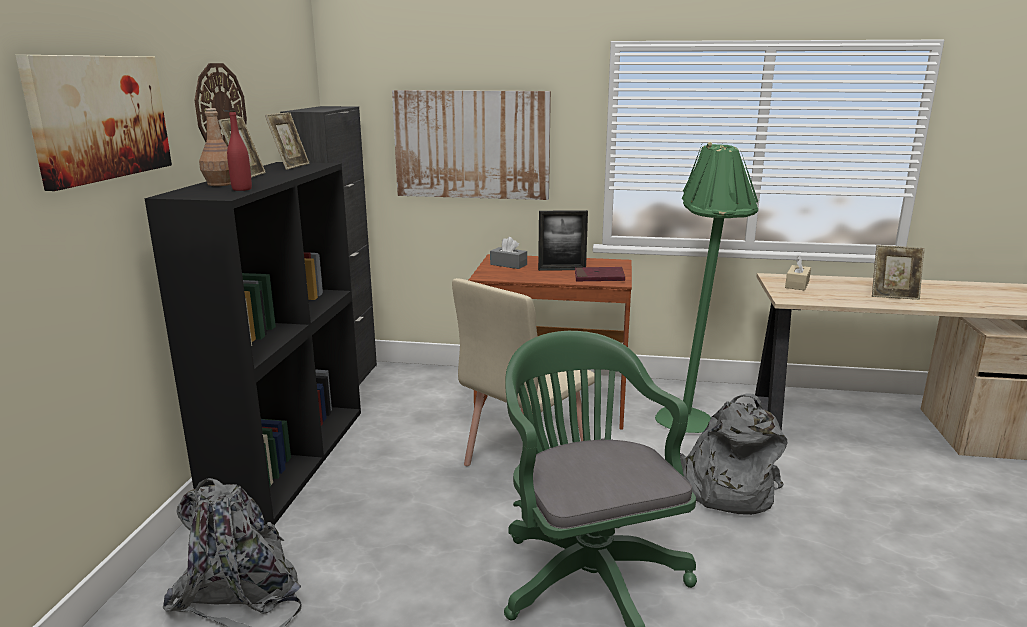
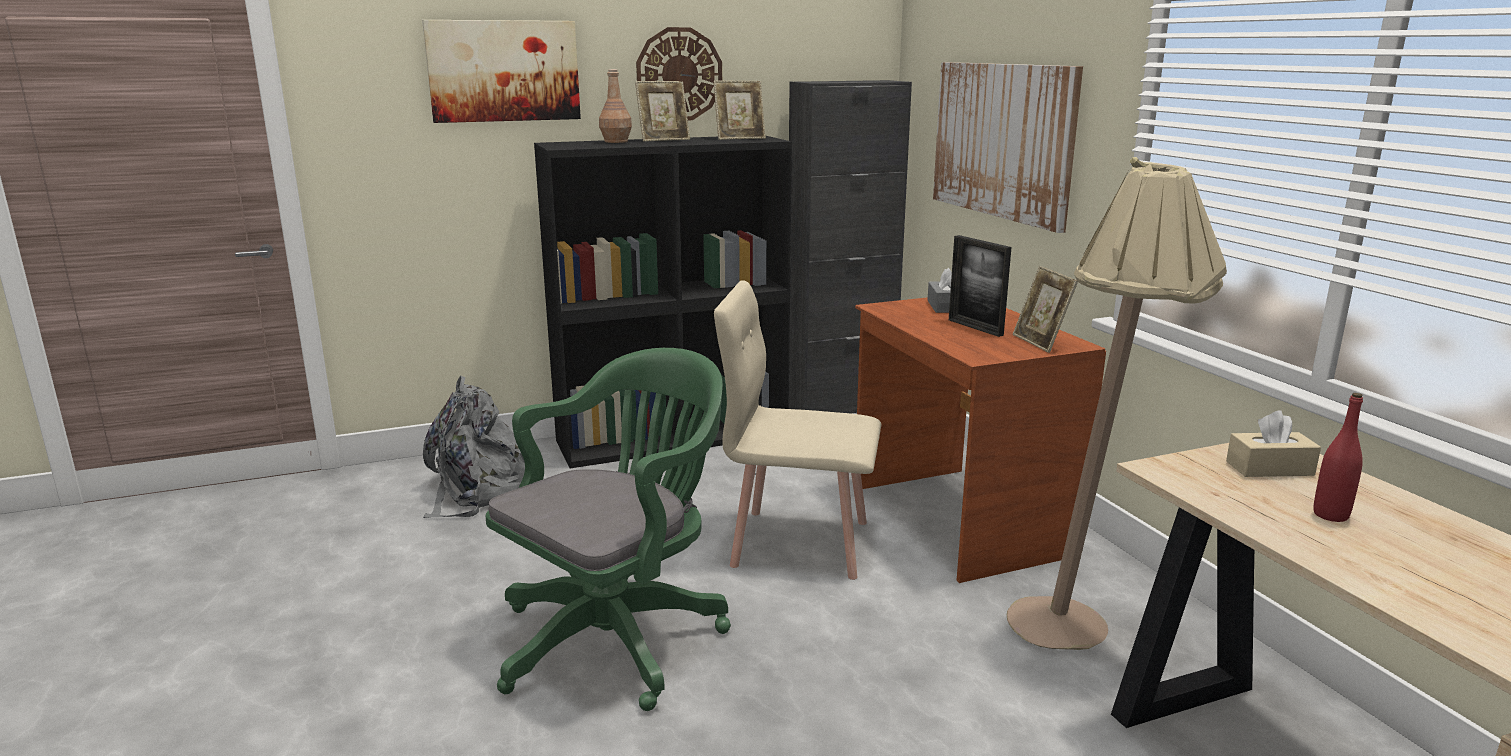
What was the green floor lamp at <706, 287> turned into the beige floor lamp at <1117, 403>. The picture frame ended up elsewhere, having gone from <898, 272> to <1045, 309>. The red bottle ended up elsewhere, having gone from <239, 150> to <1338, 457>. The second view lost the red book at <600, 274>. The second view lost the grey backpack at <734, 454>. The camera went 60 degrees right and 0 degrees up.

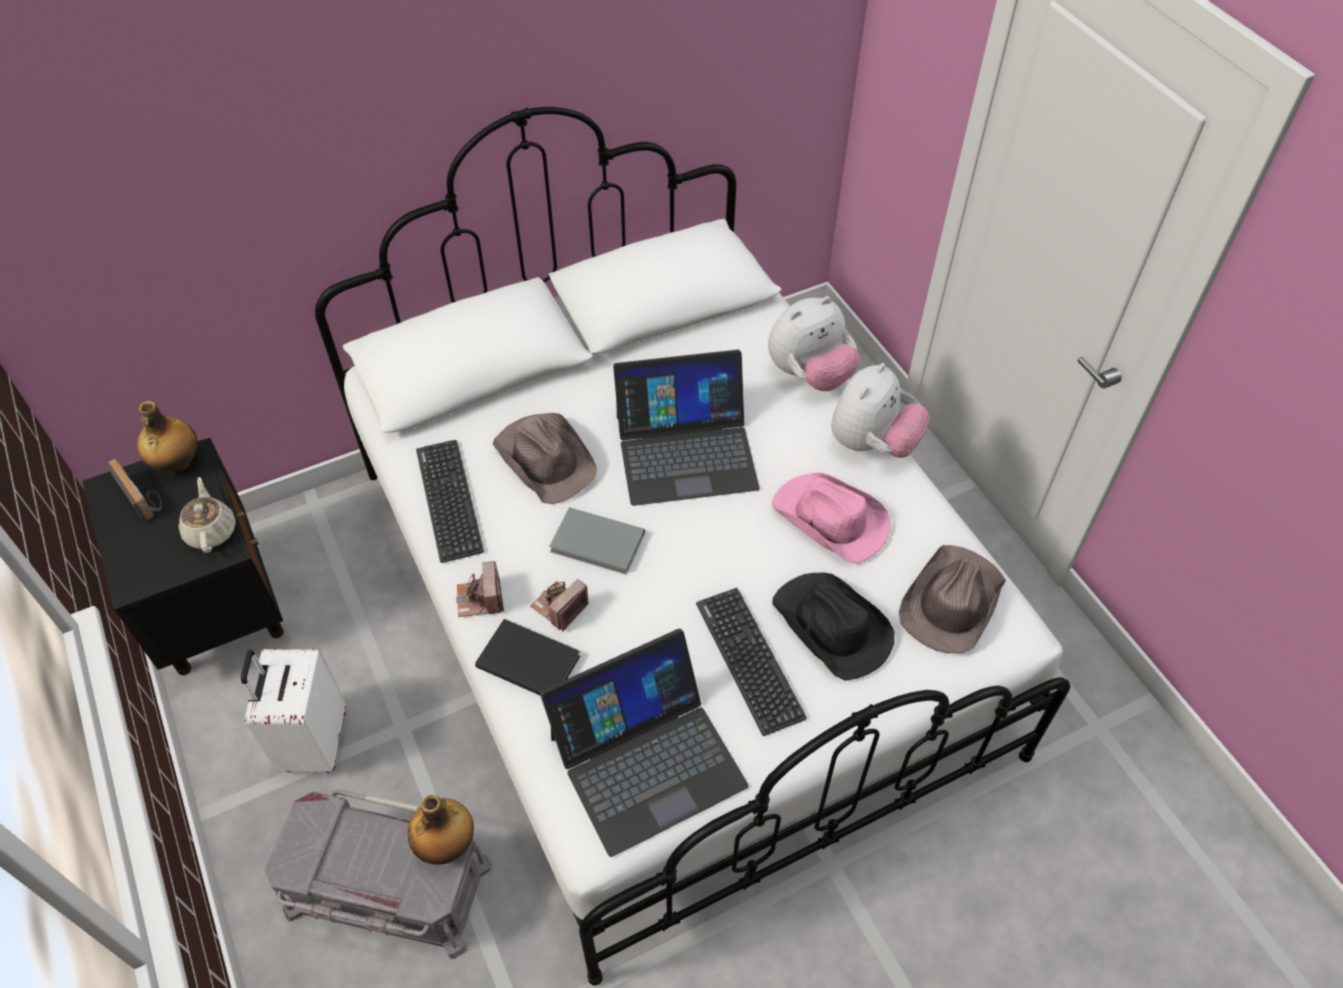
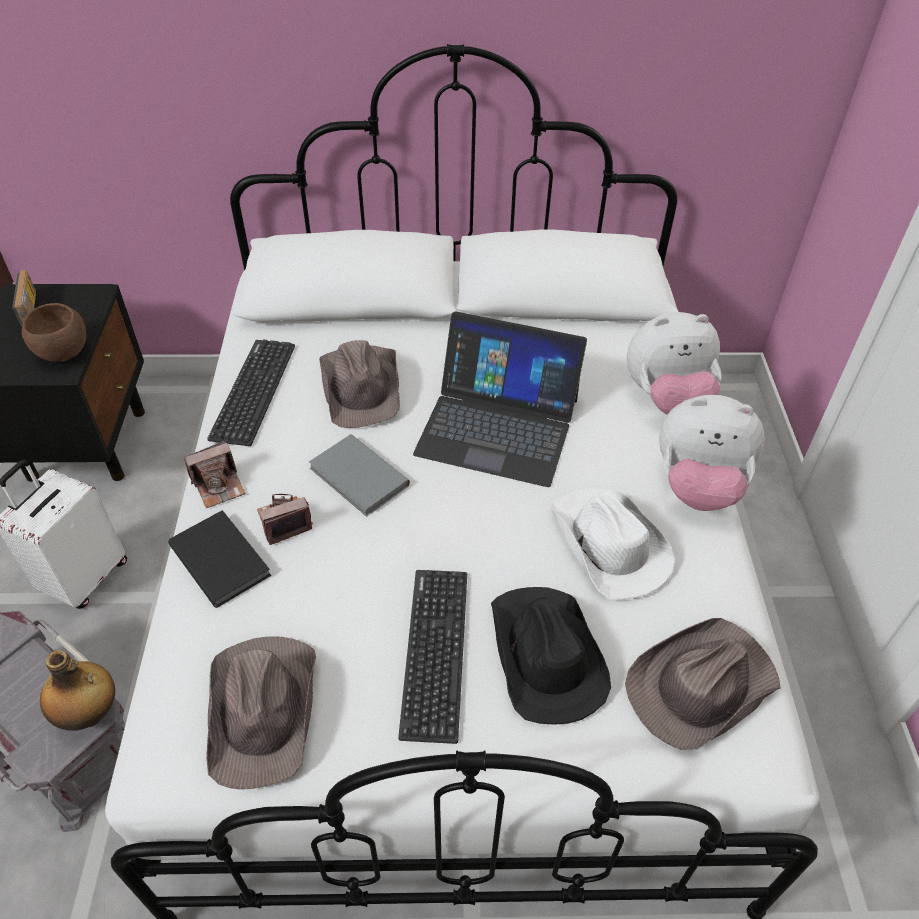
Where the beige teapot stood at <207, 515>, the brown bowl came to stand at <54, 332>. The photo camera at <480, 589> ended up facing another way, 135 degrees counterclockwise from before. Where the laptop stood at <644, 742>, the brown hat came to stand at <261, 713>. What was the pink hat at <831, 518> turned into the white hat at <612, 544>. The plush toy at <880, 410> ended up facing another way, 45 degrees clockwise from before. The second view lost the bottle at <167, 437>. The camera went 25 degrees right and 5 degrees down.

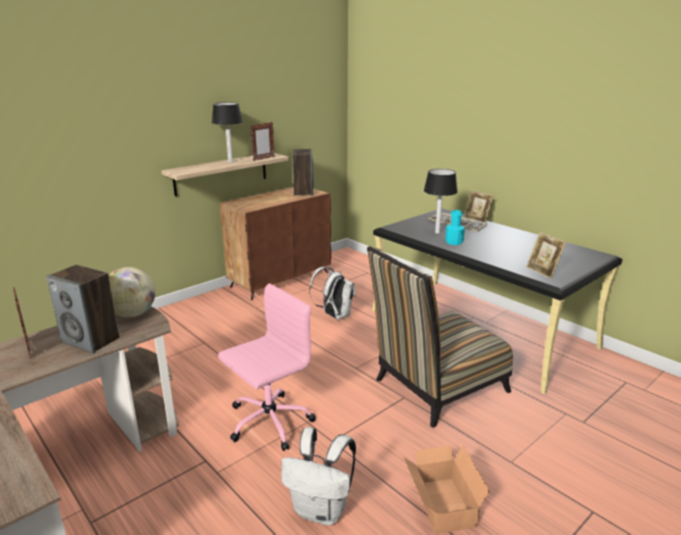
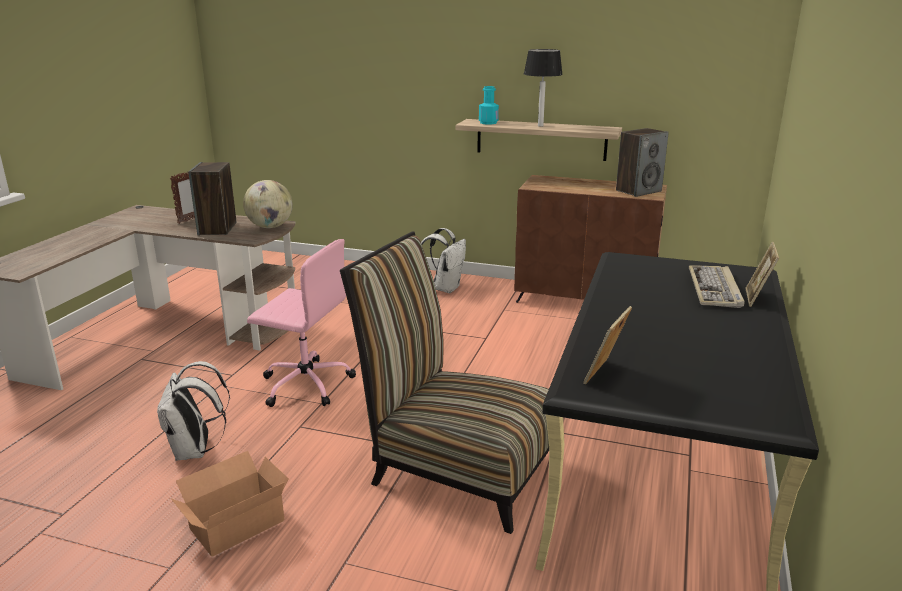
The white backpack ended up elsewhere, having gone from <332, 293> to <443, 260>. The turquoise bottle ended up elsewhere, having gone from <455, 227> to <489, 105>. The second view lost the picture frame at <262, 141>. The second view lost the table lamp at <441, 201>. The camera went 60 degrees right and 0 degrees up.

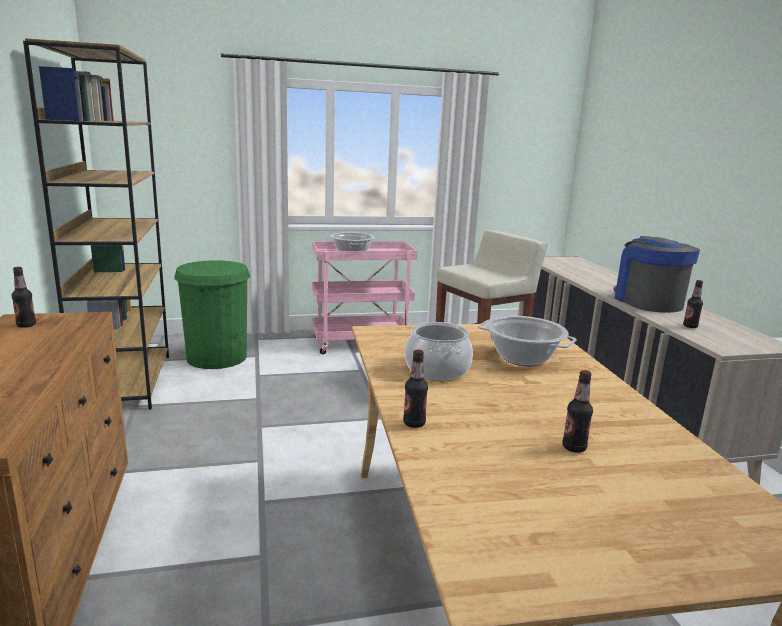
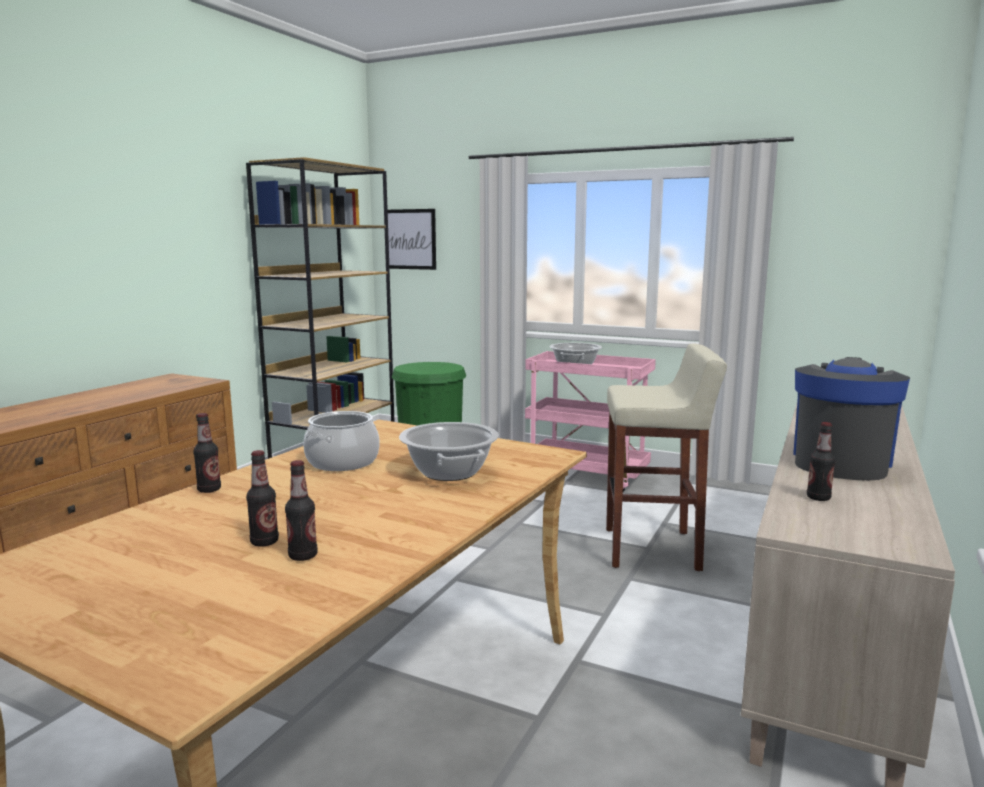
The bottle ended up elsewhere, having gone from <23, 297> to <301, 510>. The second view gained the picture at <412, 239>. The camera went 40 degrees right and 5 degrees down.

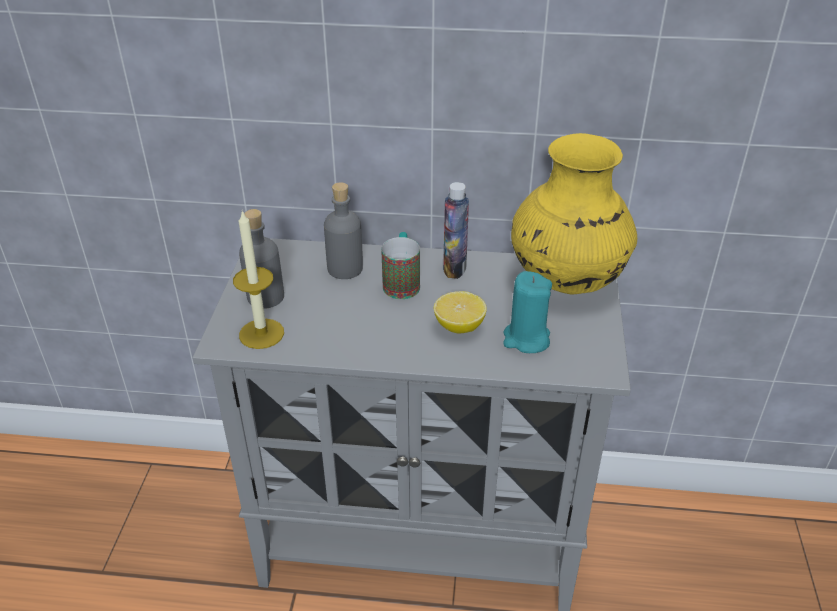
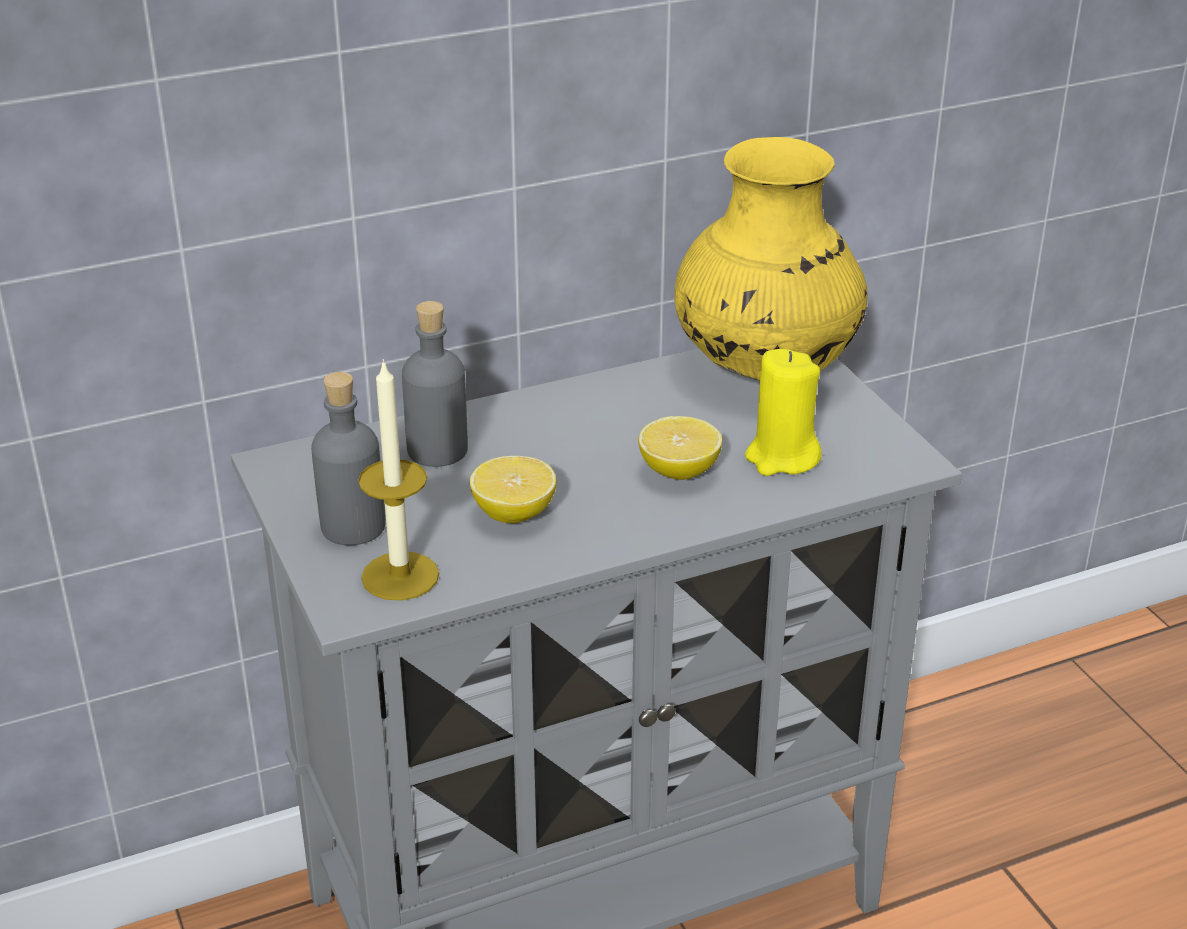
The second view gained the lemon at <513, 489>. What was the turquoise candle at <527, 312> turned into the yellow candle at <783, 412>. The second view lost the mug at <400, 265>. The second view lost the bottle at <456, 230>. The camera went 30 degrees left and 5 degrees down.

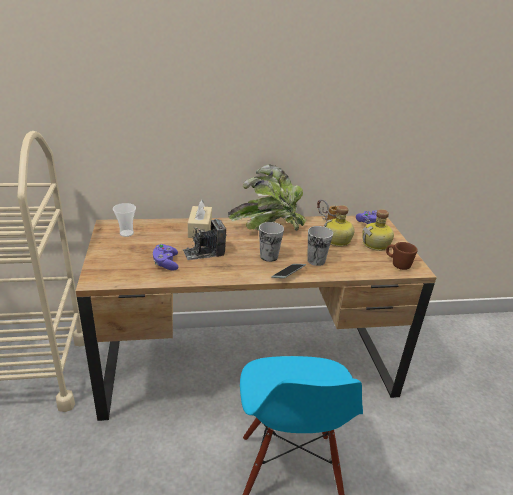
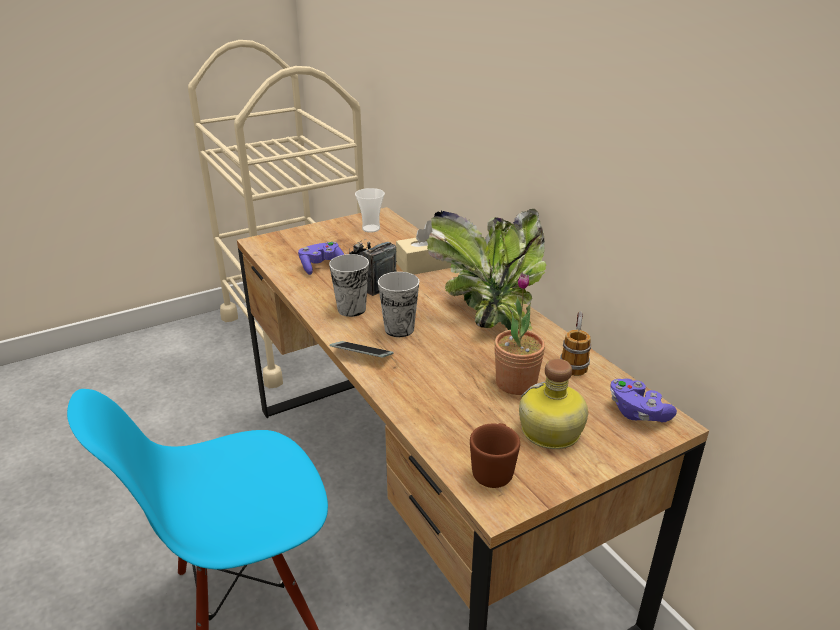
The cup ended up elsewhere, having gone from <320, 246> to <349, 285>. Where the bottle stood at <339, 225>, the potted plant came to stand at <519, 334>. The camera went 70 degrees right and 0 degrees up.

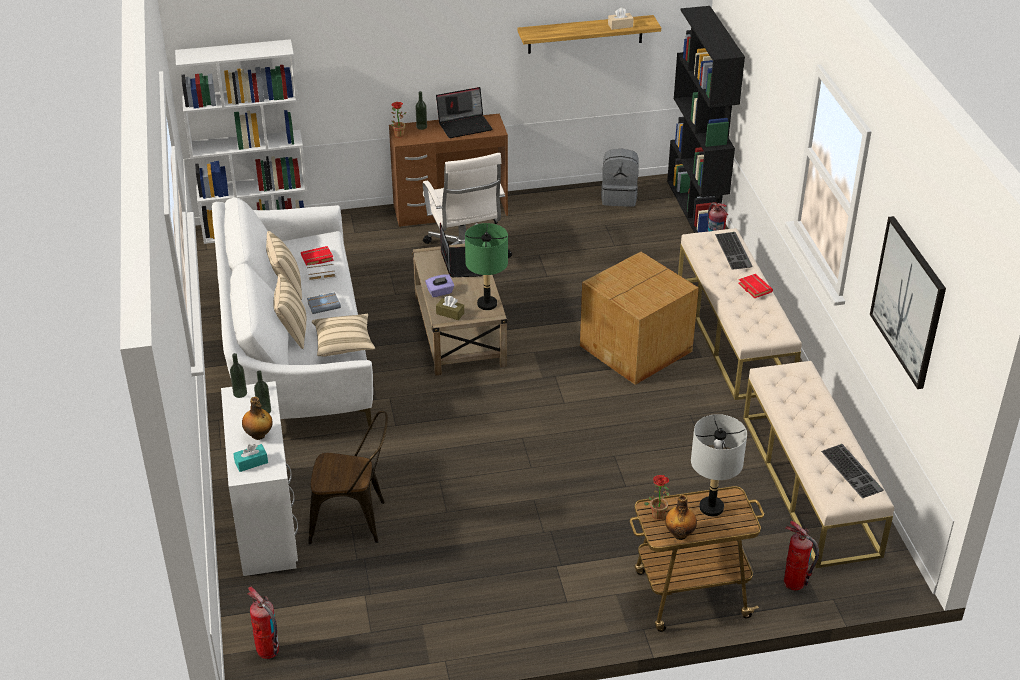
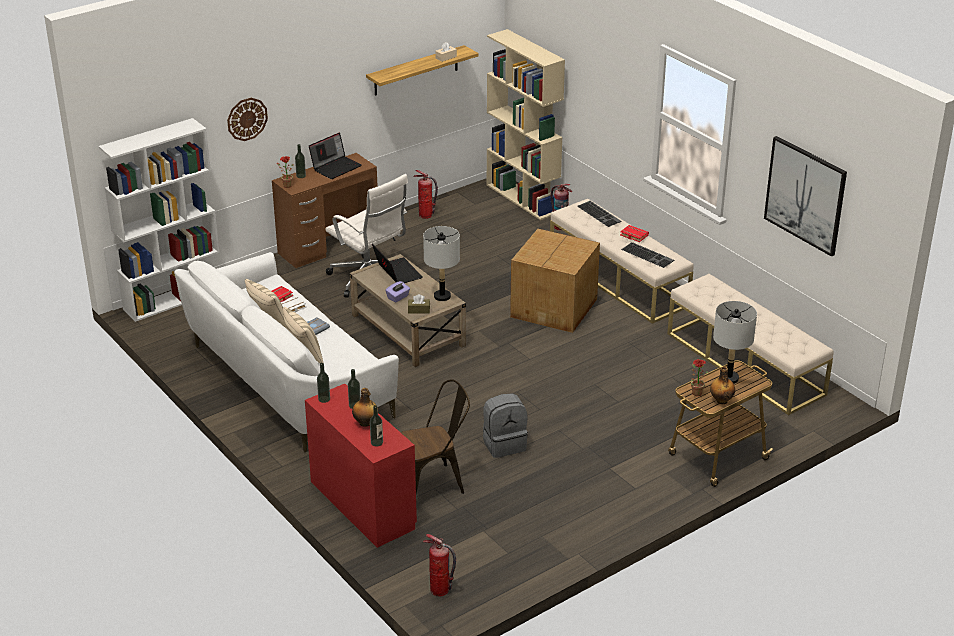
The second view gained the wall clock at <247, 119>. What was the white desk at <259, 478> turned into the red desk at <361, 466>. Where the turquoise tissue box stood at <250, 458>, the bottle came to stand at <376, 425>. The fire extinguisher ended up elsewhere, having gone from <801, 555> to <425, 194>. What was the green table lamp at <486, 266> turned into the grey table lamp at <441, 263>. The grey backpack ended up elsewhere, having gone from <620, 177> to <505, 425>. What was the black bookcase at <706, 119> turned into the beige bookcase at <526, 124>. The keyboard ended up elsewhere, having gone from <852, 471> to <647, 255>. The second view lost the beige pillow at <343, 335>. The camera went 25 degrees left and 5 degrees down.

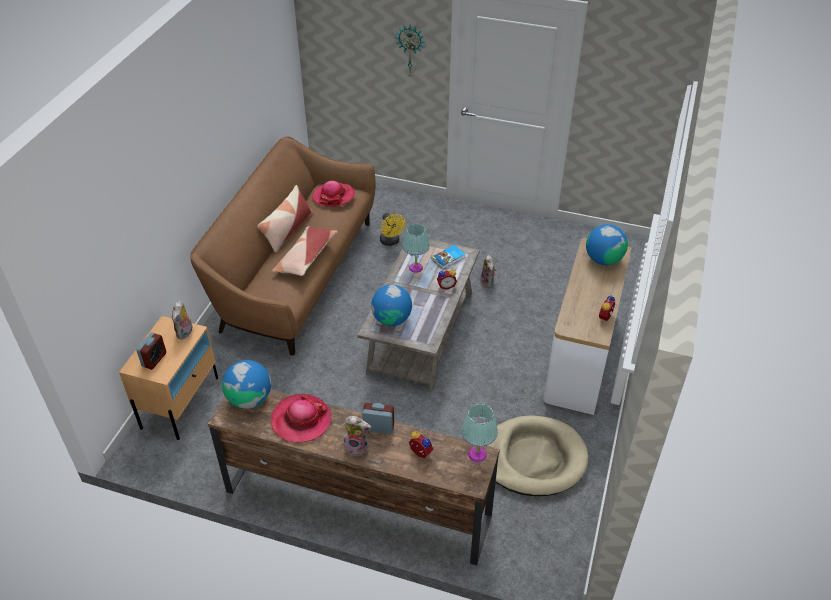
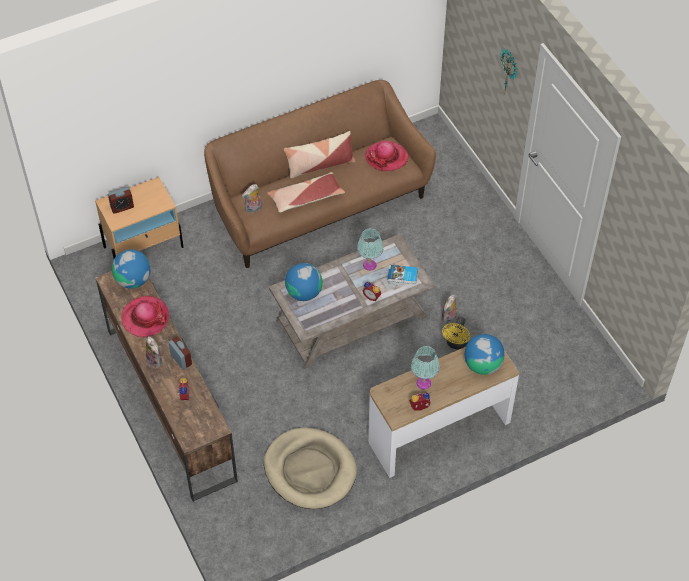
The plush toy ended up elsewhere, having gone from <182, 320> to <252, 198>. The turquoise table lamp ended up elsewhere, having gone from <479, 433> to <425, 368>. The yellow fan ended up elsewhere, having gone from <392, 229> to <456, 333>. The camera went 45 degrees right and 10 degrees up.

